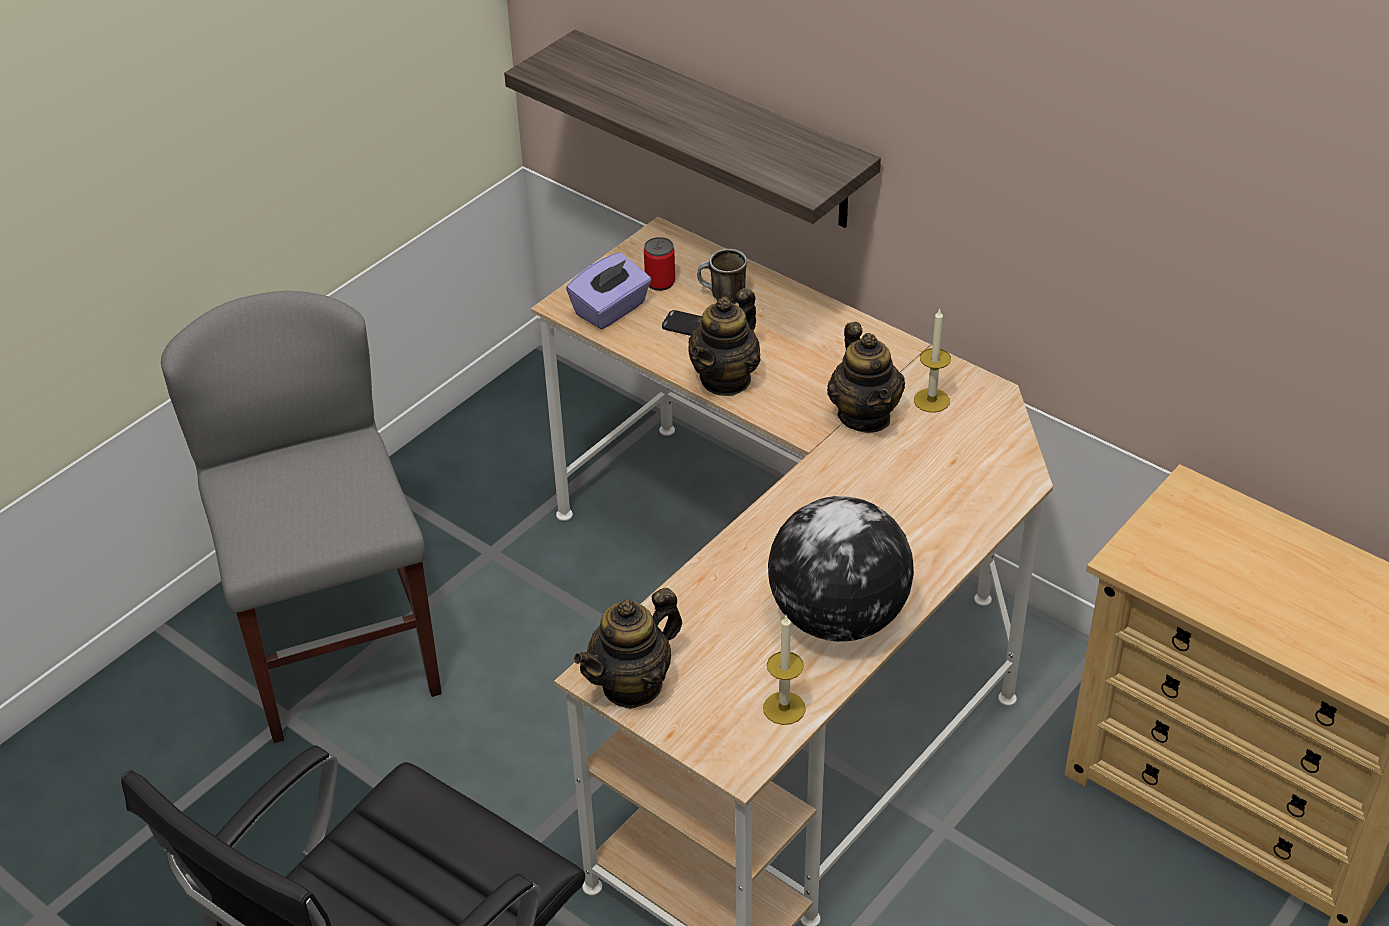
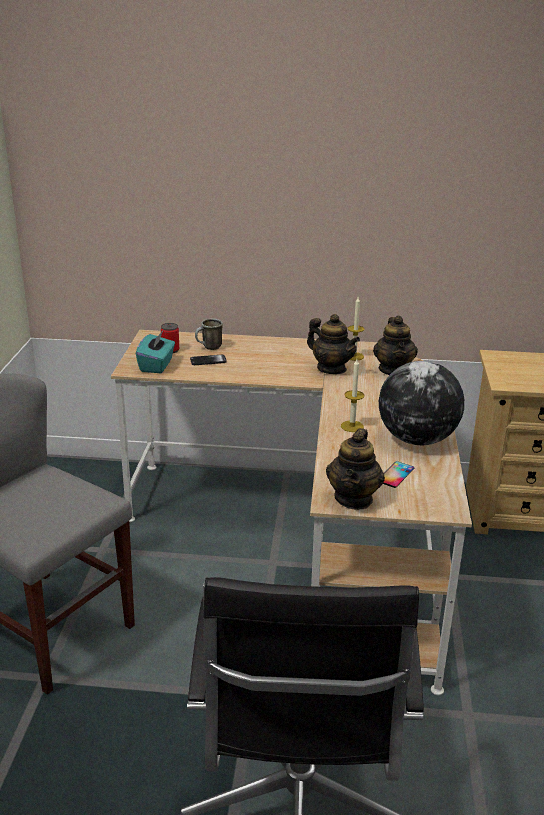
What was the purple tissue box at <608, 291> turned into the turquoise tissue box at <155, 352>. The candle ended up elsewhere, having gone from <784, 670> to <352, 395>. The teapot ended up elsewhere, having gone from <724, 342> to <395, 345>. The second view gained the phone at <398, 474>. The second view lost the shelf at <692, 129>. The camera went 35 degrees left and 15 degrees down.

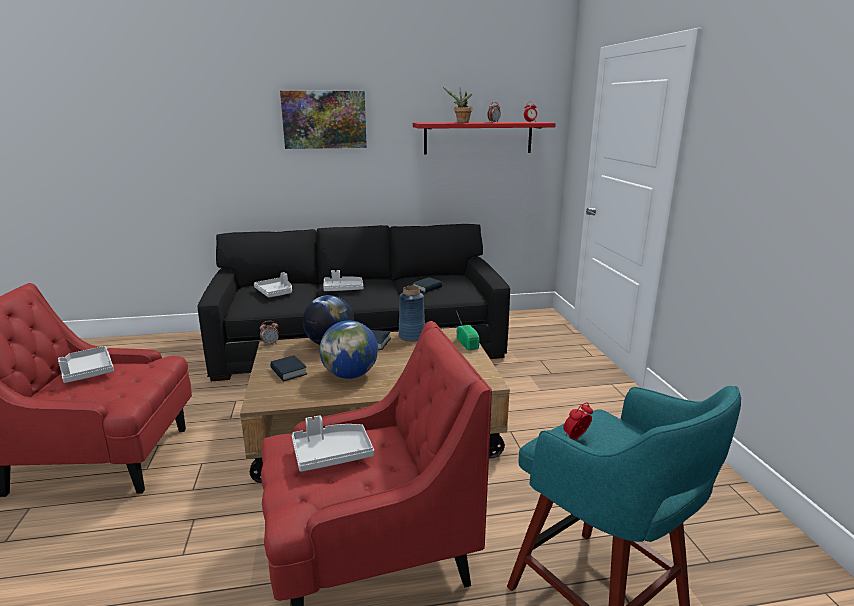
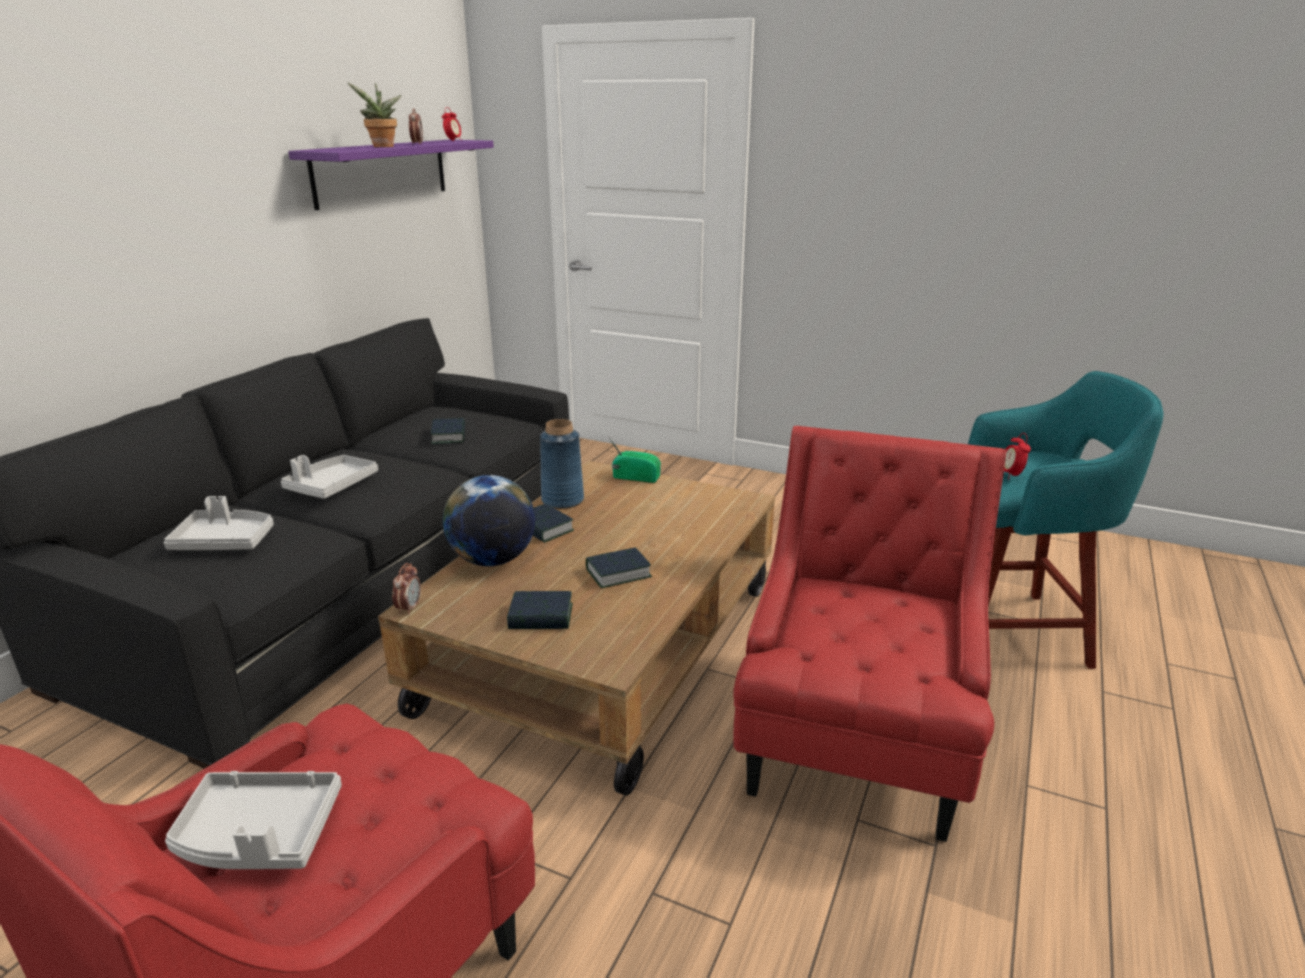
What was the red shelf at <484, 138> turned into the purple shelf at <391, 175>. Where the globe stood at <348, 349>, the book came to stand at <619, 567>. The second view lost the picture at <323, 120>. The second view lost the grey tray at <333, 443>. The camera went 55 degrees left and 5 degrees up.

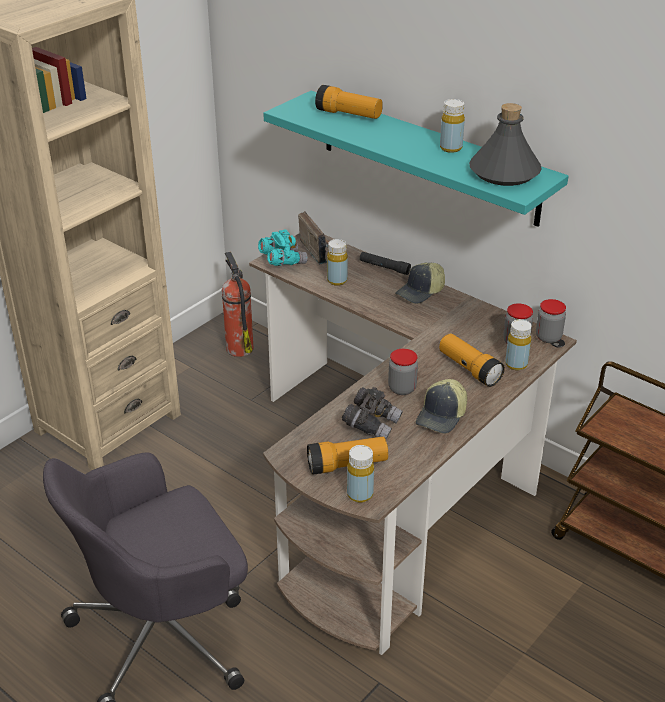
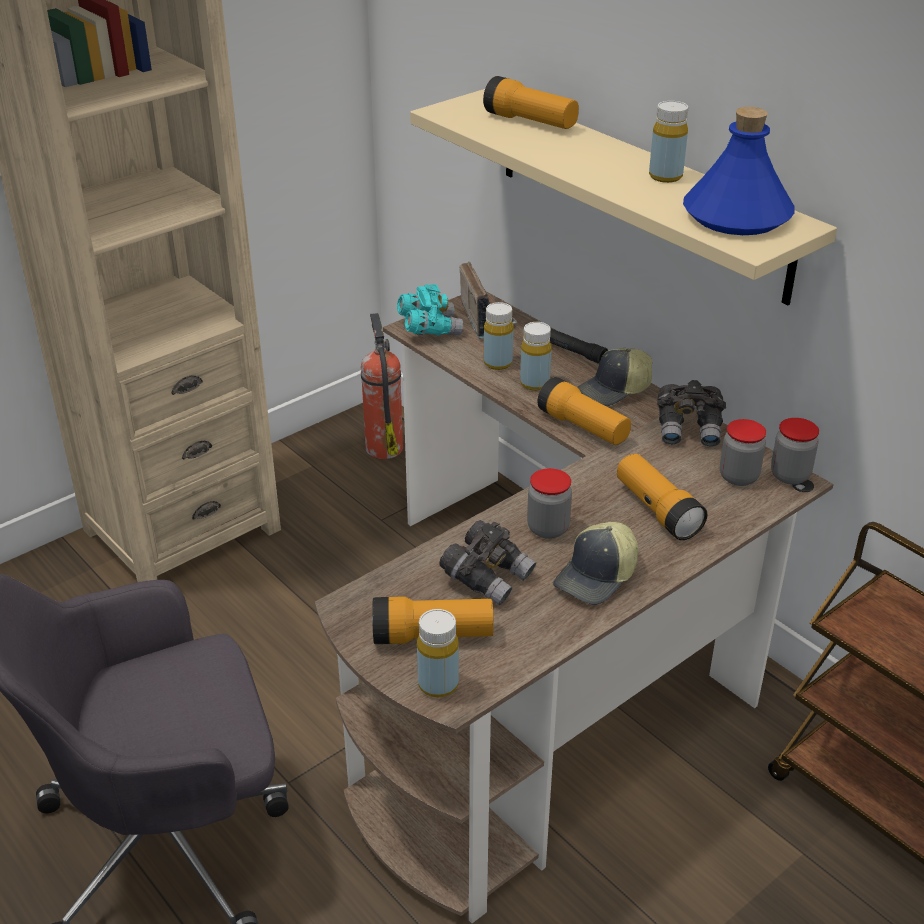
What was the turquoise shelf at <415, 159> turned into the beige shelf at <623, 197>. The yellow bottle ended up elsewhere, having gone from <518, 344> to <536, 356>. The second view gained the flashlight at <584, 411>. The second view gained the grey binoculars at <691, 413>. What was the grey bottle at <505, 144> turned into the blue bottle at <739, 171>. The camera went 10 degrees right and 0 degrees up.

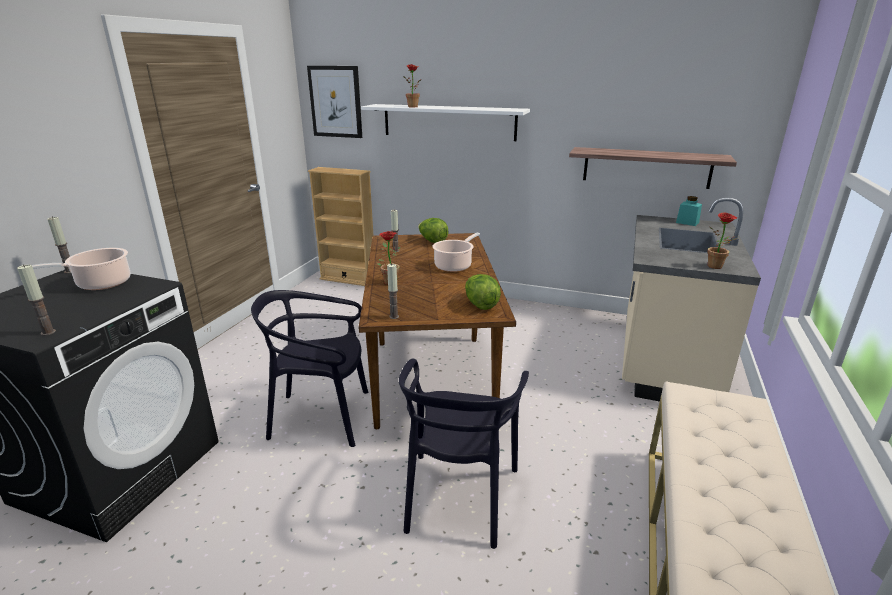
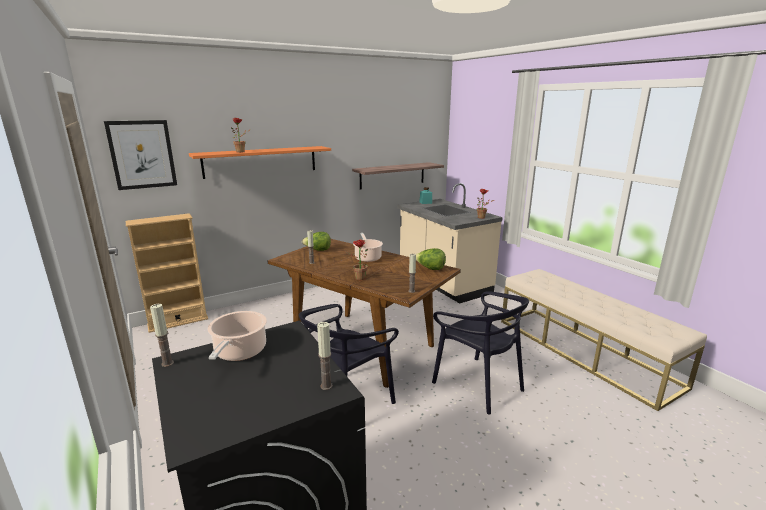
What was the white shelf at <445, 122> turned into the orange shelf at <260, 162>. The camera went 50 degrees left and 5 degrees down.

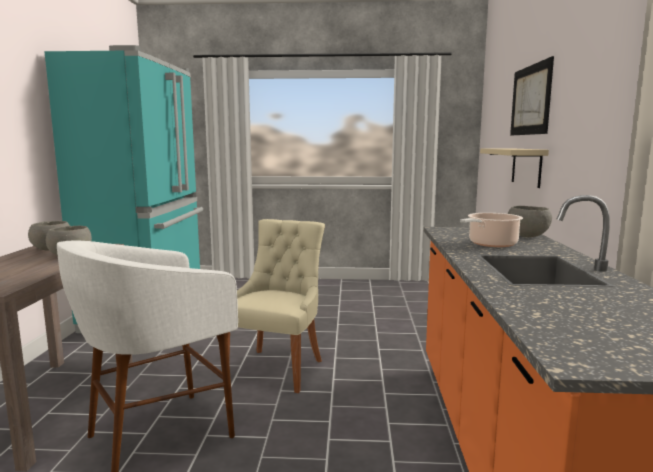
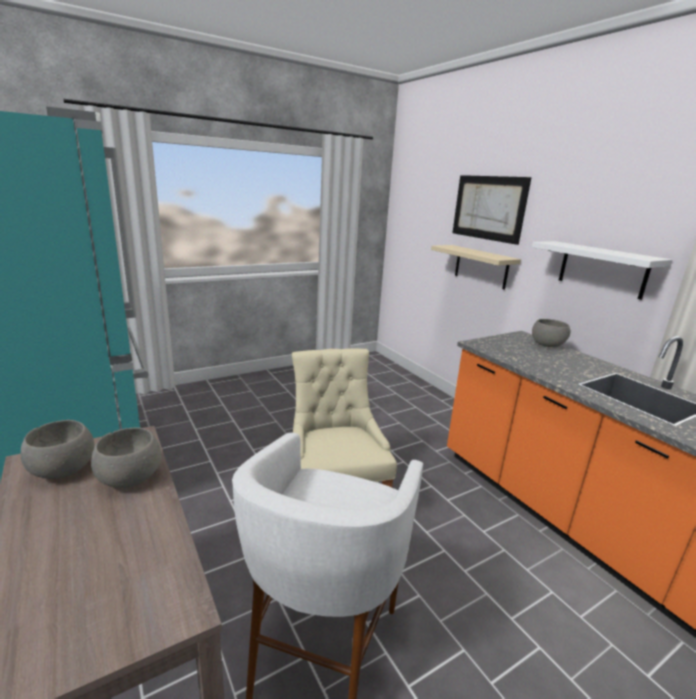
The second view gained the white shelf at <602, 270>. The second view lost the cooking pot at <491, 230>. The camera went 35 degrees left and 10 degrees up.

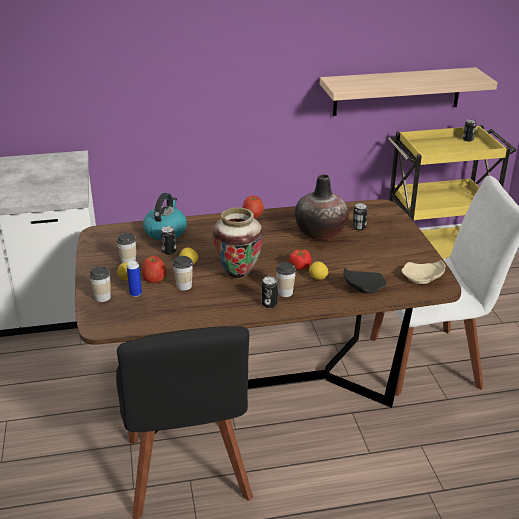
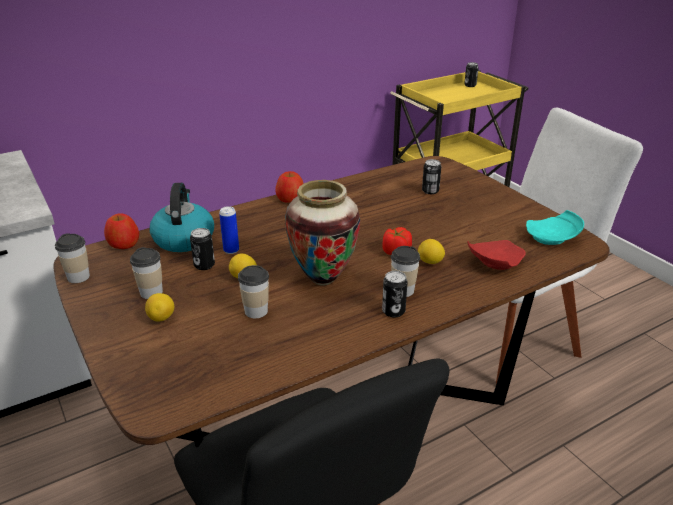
The cup ended up elsewhere, having gone from <100, 284> to <72, 258>. The apple ended up elsewhere, having gone from <154, 269> to <121, 231>. The can ended up elsewhere, having gone from <134, 279> to <229, 230>. What was the black plate at <365, 280> turned into the red plate at <497, 255>. What was the beige plate at <423, 272> turned into the turquoise plate at <555, 227>. The second view lost the vase at <322, 207>. The second view lost the shelf at <409, 91>. The camera went 20 degrees left and 0 degrees up.

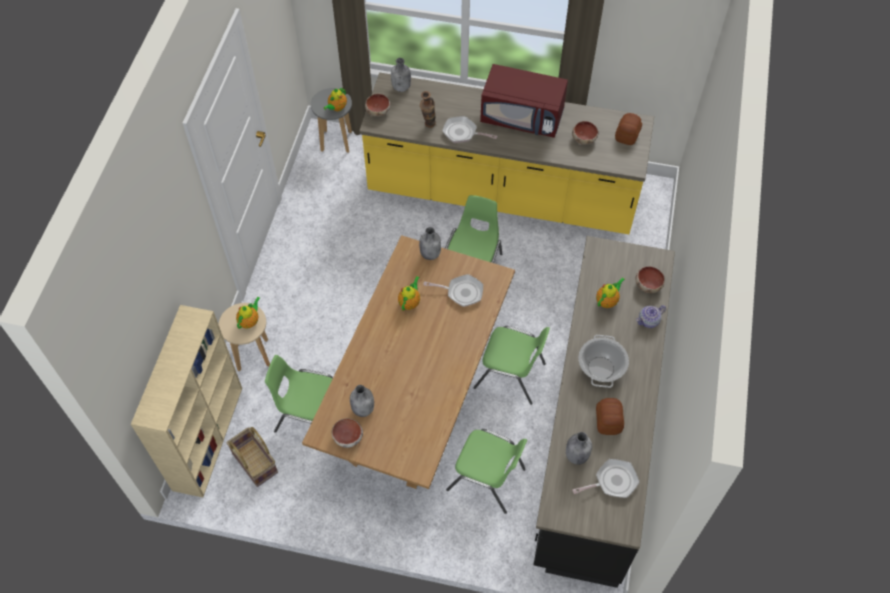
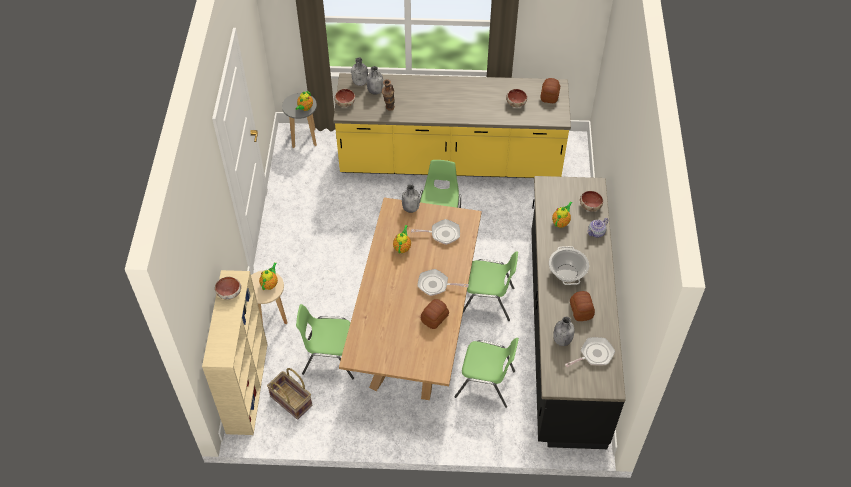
The bowl ended up elsewhere, having gone from <347, 433> to <228, 288>. The grey bottle ended up elsewhere, having gone from <362, 401> to <375, 80>. The frying pan ended up elsewhere, having gone from <469, 129> to <443, 282>. The second view gained the bread at <435, 314>. The second view lost the red microwave at <524, 101>. The camera went 10 degrees left and 5 degrees down.

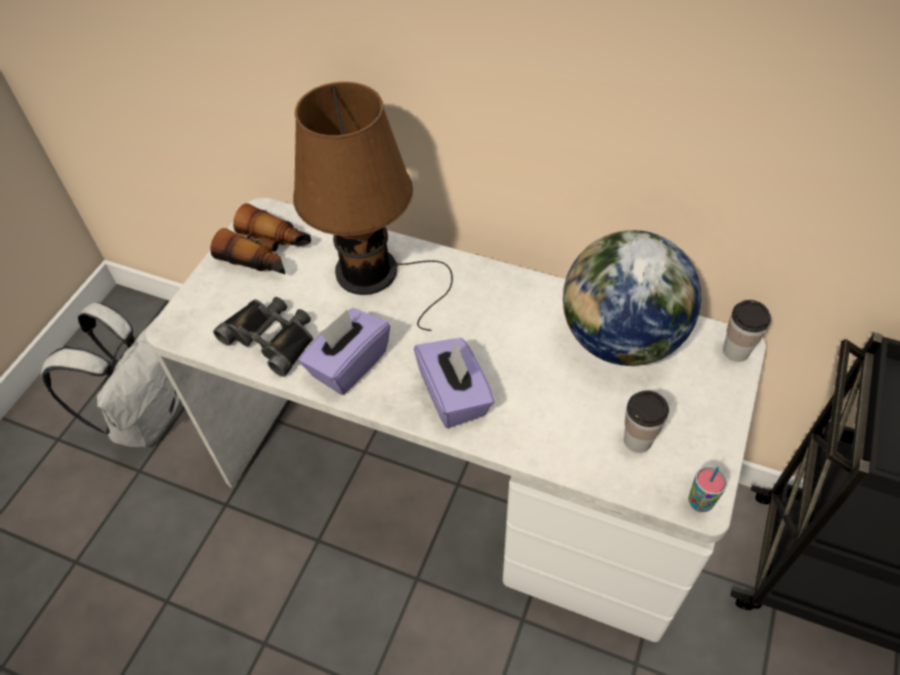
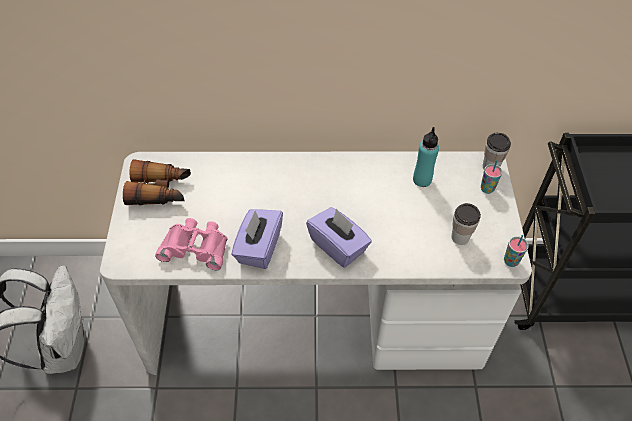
What was the black binoculars at <263, 337> turned into the pink binoculars at <191, 244>. Where the globe stood at <632, 298>, the turquoise bottle came to stand at <426, 157>. The second view gained the cup at <491, 177>. The second view lost the brown table lamp at <373, 206>. The camera went 25 degrees left and 0 degrees up.

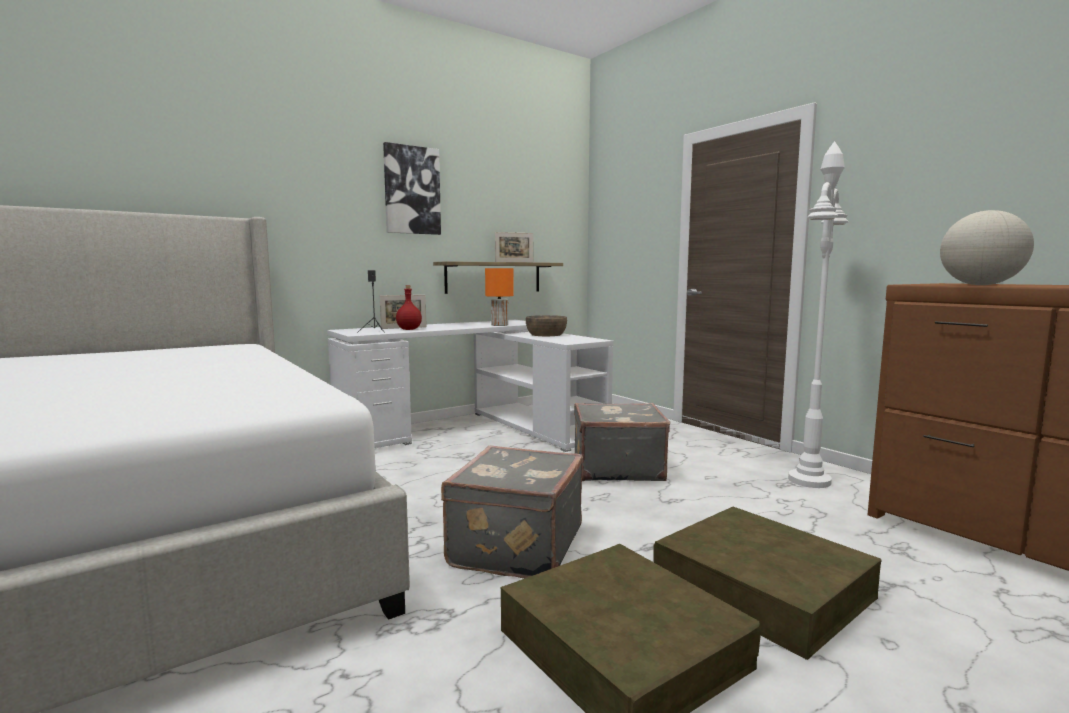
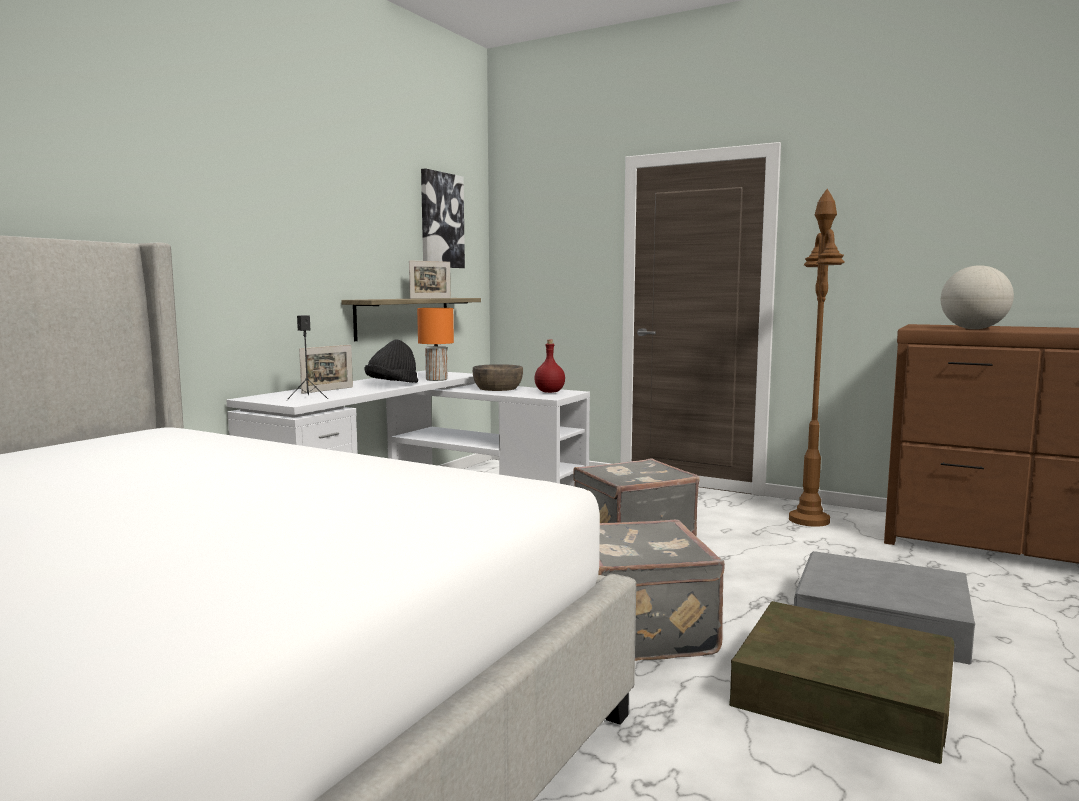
The second view gained the black hat at <391, 361>. The picture ended up elsewhere, having gone from <412, 188> to <443, 218>. The red bottle ended up elsewhere, having gone from <409, 307> to <549, 366>. What was the white floor lamp at <818, 314> turned into the brown floor lamp at <817, 358>. What was the brown storage box at <767, 583> turned into the grey storage box at <884, 608>. The camera went 25 degrees left and 0 degrees up.

